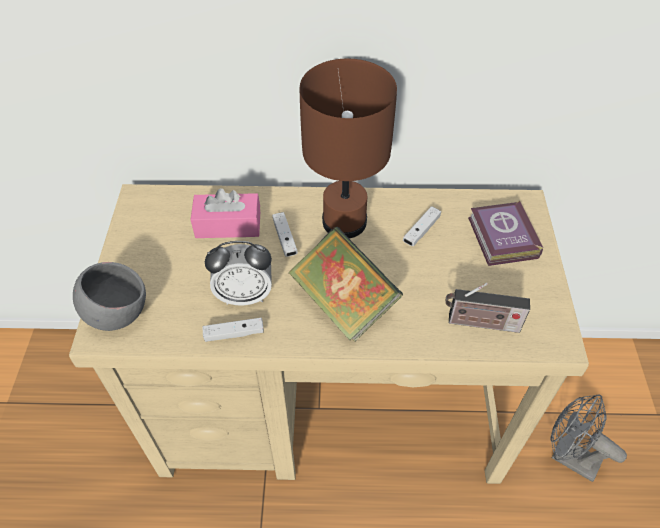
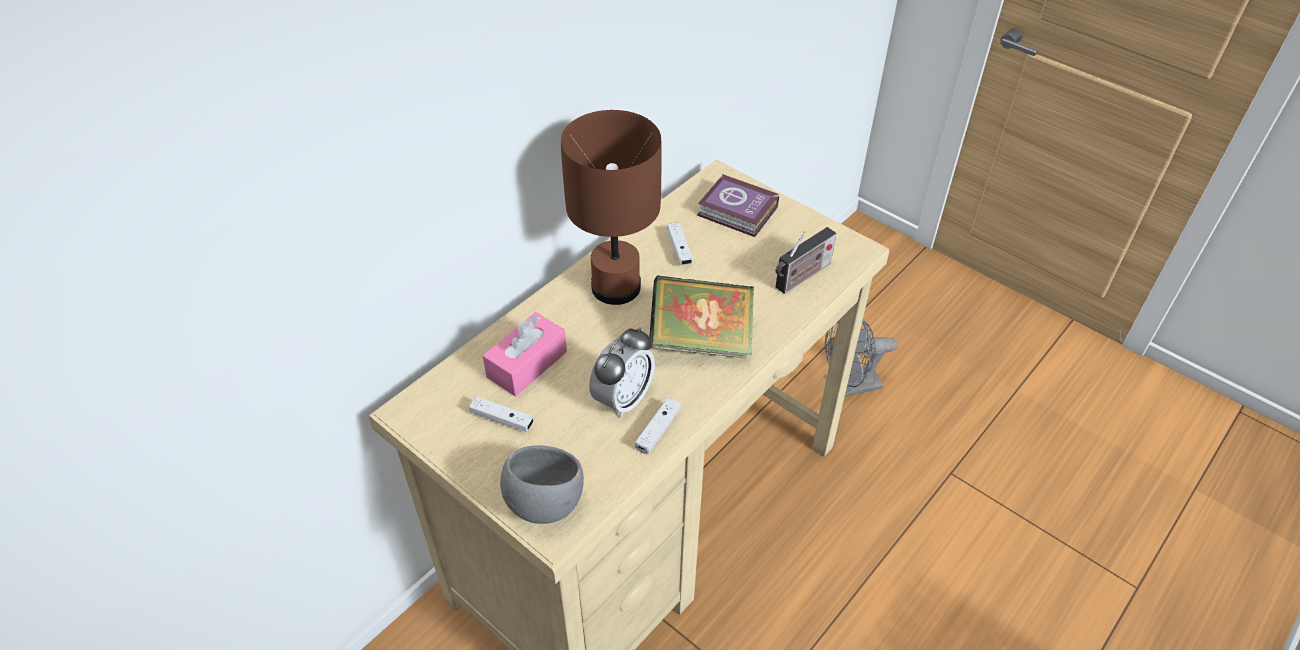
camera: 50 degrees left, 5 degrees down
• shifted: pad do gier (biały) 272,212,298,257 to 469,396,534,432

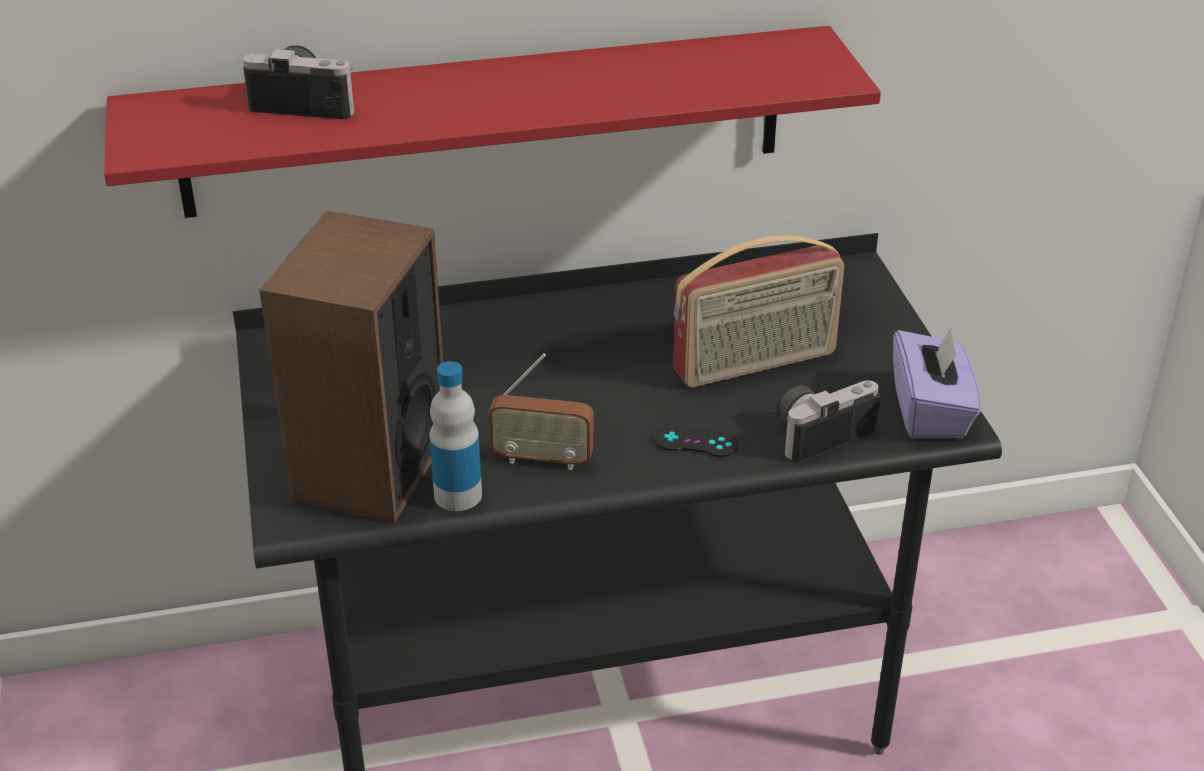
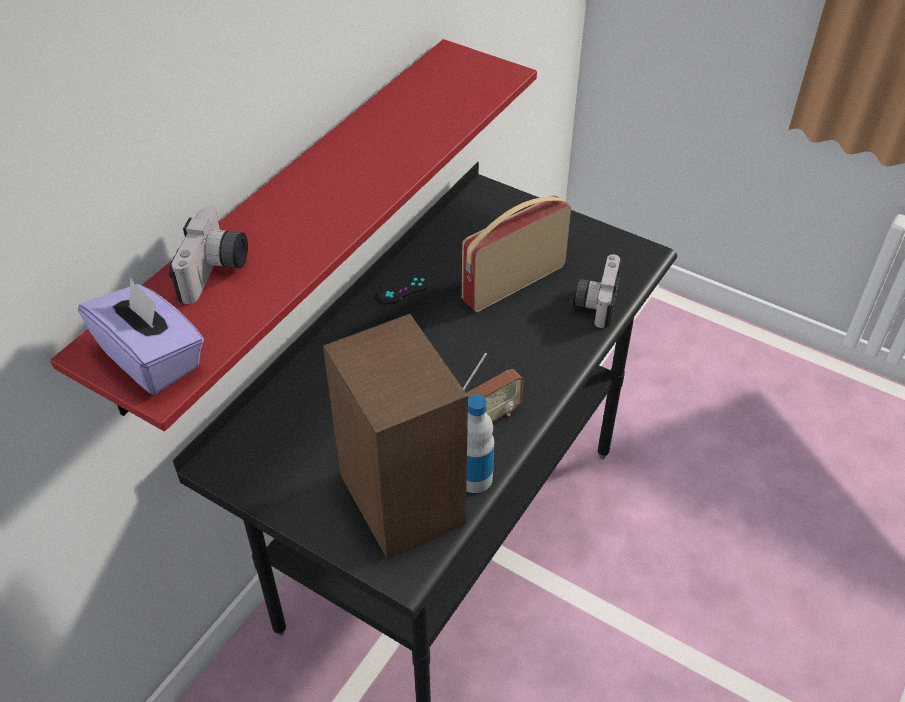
camera: 45 degrees left, 10 degrees up
• rotated: aparat fotograficzny 243,45,354,119 = 169,206,248,304 135 degrees clockwise
• shifted: pad do gier (czarny) 654,426,739,457 to 378,274,430,304
• rotated: radio 673,236,844,388 = 462,195,571,312 150 degrees counterclockwise
• shifted: pudełko chusteczek (fioletowy) 893,327,981,438 to 78,277,204,395

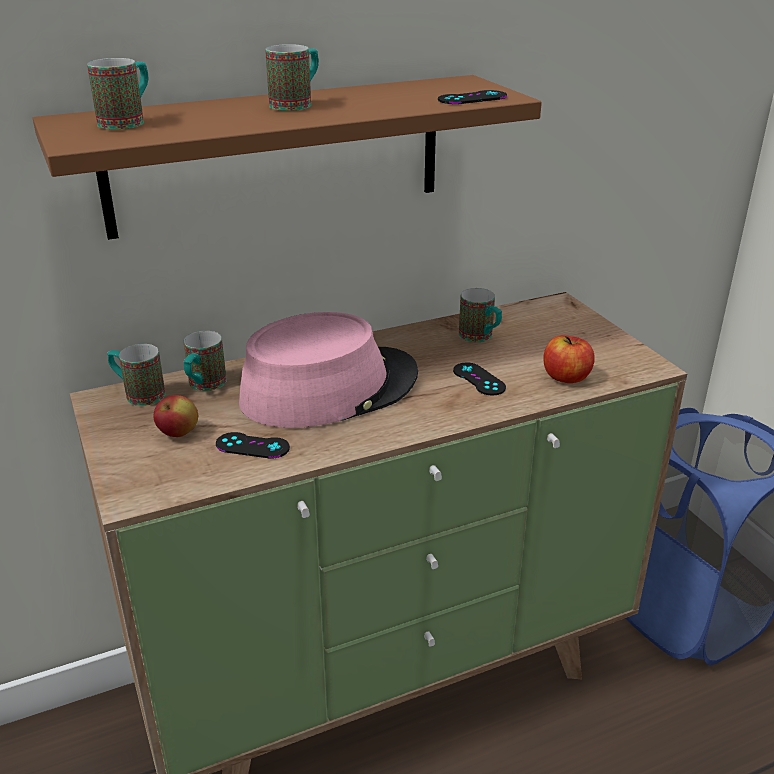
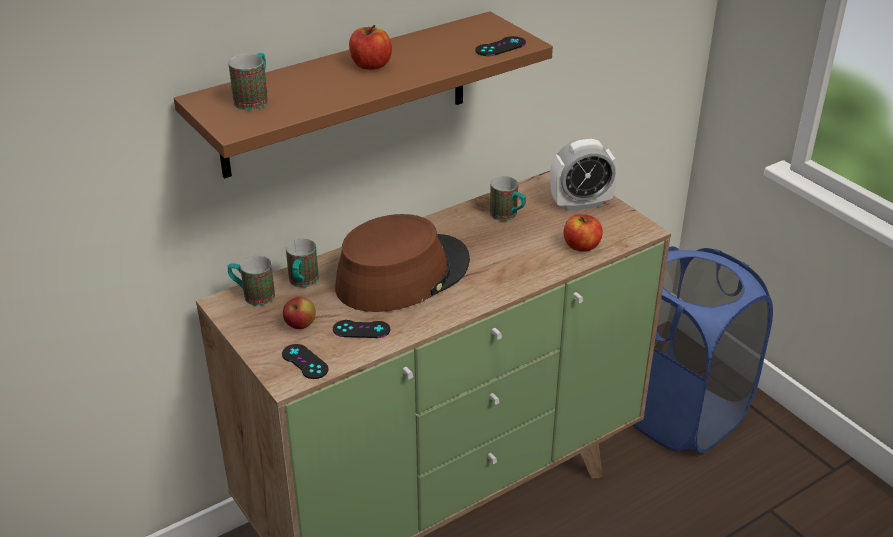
camera: 10 degrees left, 5 degrees up
• repainted: kapelusz (różowy) 239,312,418,428 to kapelusz (brązowy) 335,214,470,312
• swapped: kubek 265,44,319,111 to jabłko 349,25,392,70
• shifted: pad do gier (czarny) 453,362,506,395 to 282,344,329,379
• new: budzik 550,139,618,211

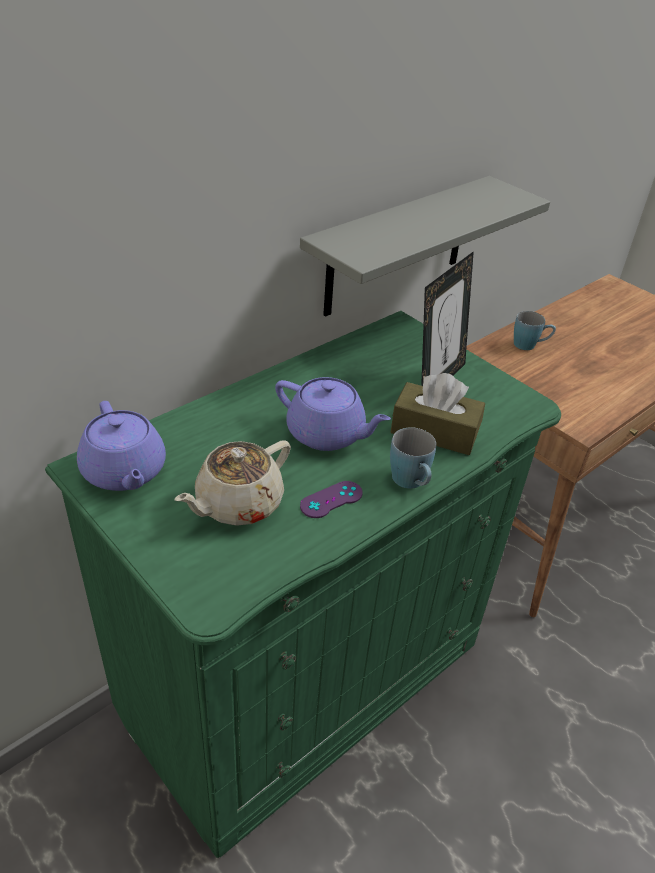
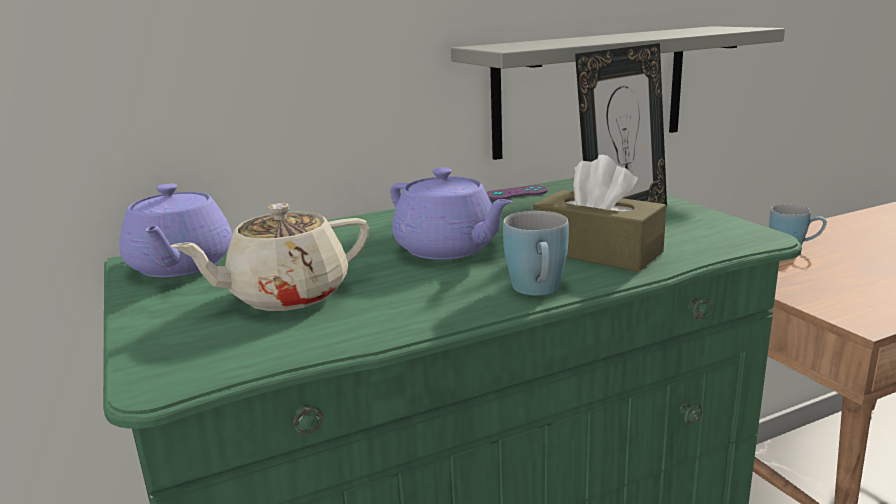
camera: 20 degrees right, 20 degrees down
• shifted: pad do gier (fioletowy) 300,481,363,518 to 486,185,548,200

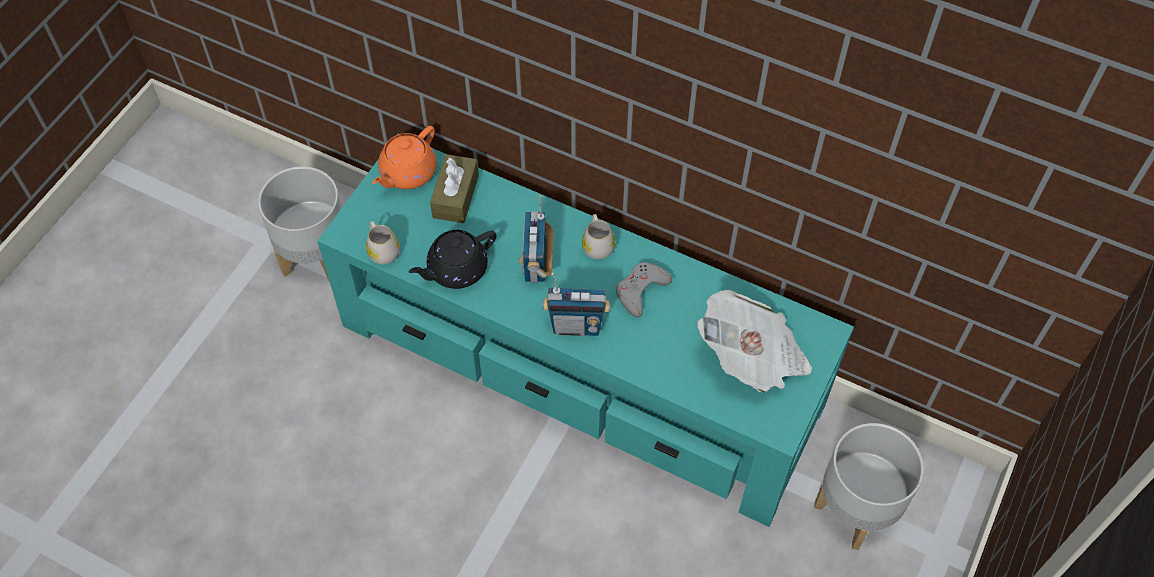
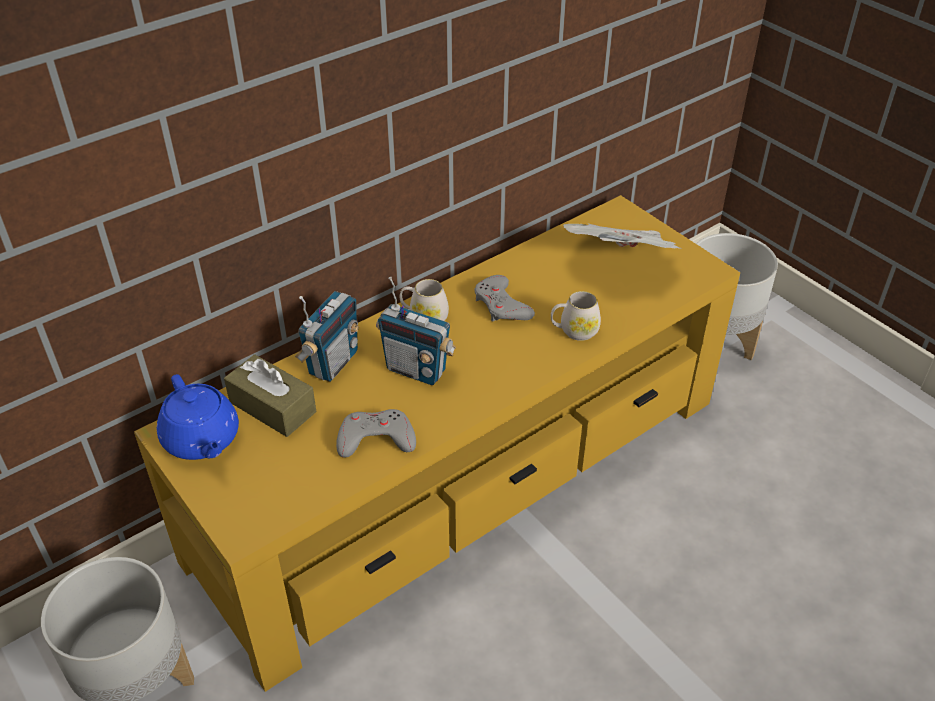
camera: 65 degrees left, 15 degrees down
• repainted: szafka pod telewizor (turkusowy) 317,134,854,527 to szafka pod telewizor (żółty) 134,195,740,692
• shifted: kubek (biały) 366,221,400,264 to 551,291,601,341
• repainted: imbryk (pomarańczowy) 373,126,437,189 to imbryk (niebieski) 157,374,239,460
• swapped: imbryk (czarny) 409,230,496,289 to pad do gier (szary) 336,409,416,457
• shifted: radio 543,273,611,336 to 295,291,359,382

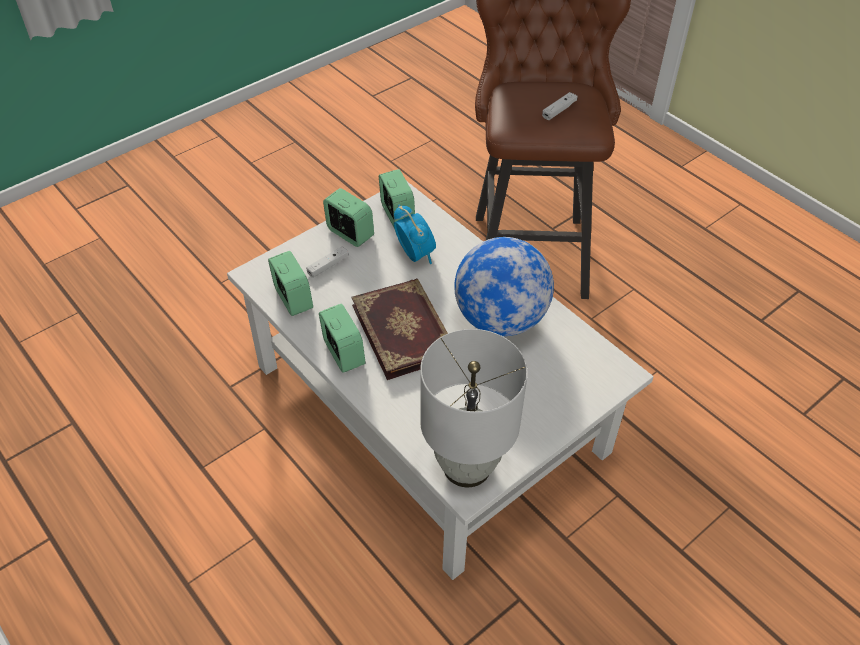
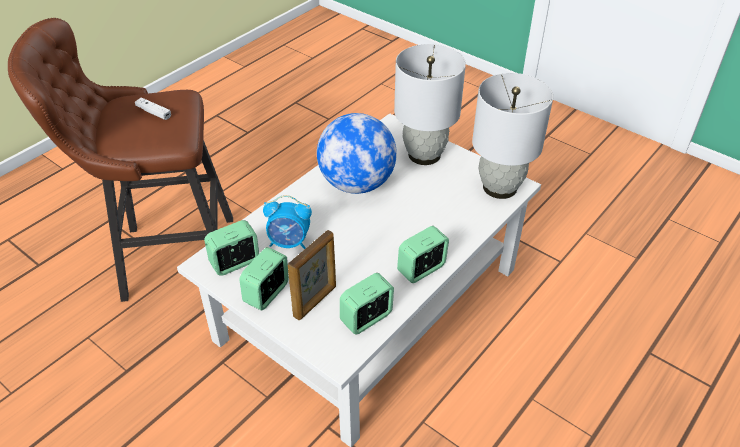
camera: 100 degrees left, 5 degrees down
• swapped: pad do gier (biały) 306,246,349,278 to ramka na zdjęcie 288,230,336,320
• gone: książka 352,279,448,380
• rotated: budzik 394,205,436,264 = 263,195,312,249 135 degrees counterclockwise
• new: lampa stołowa (biały) 394,44,466,165

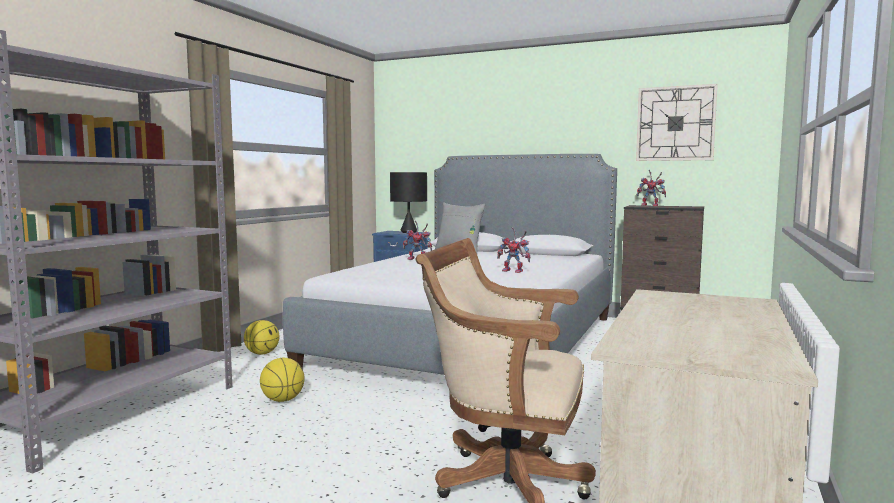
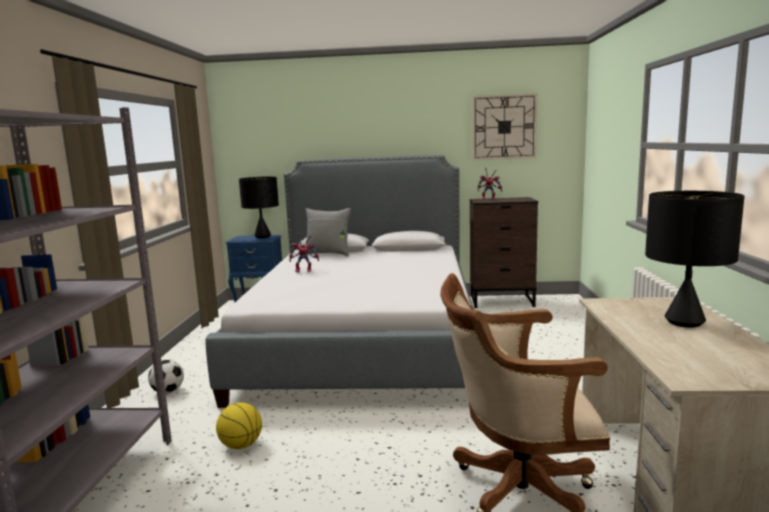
camera: 20 degrees left, 5 degrees up
• swapped: piłka do koszykówki 244,320,280,355 to piłka futbolowa 148,360,184,393
• gone: robot zabawkowy 497,227,530,273
• new: lampa stołowa (czarny) 645,191,744,328

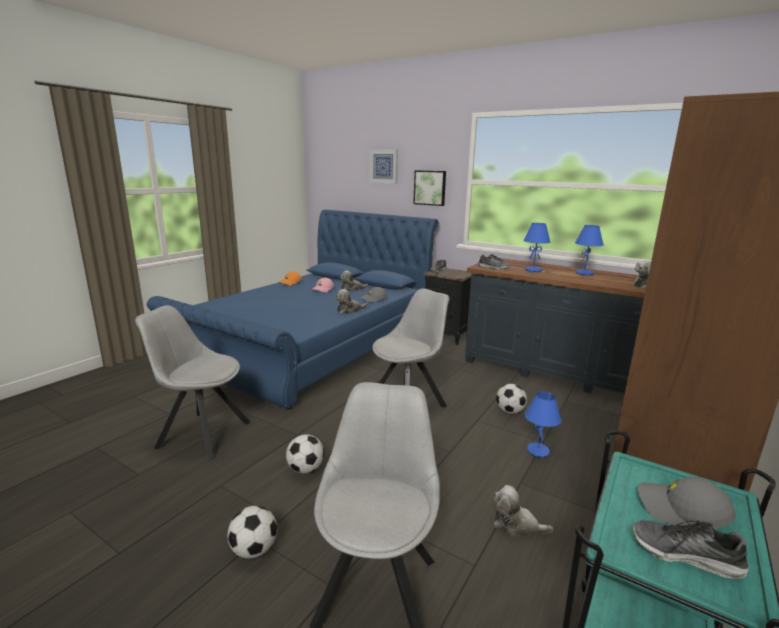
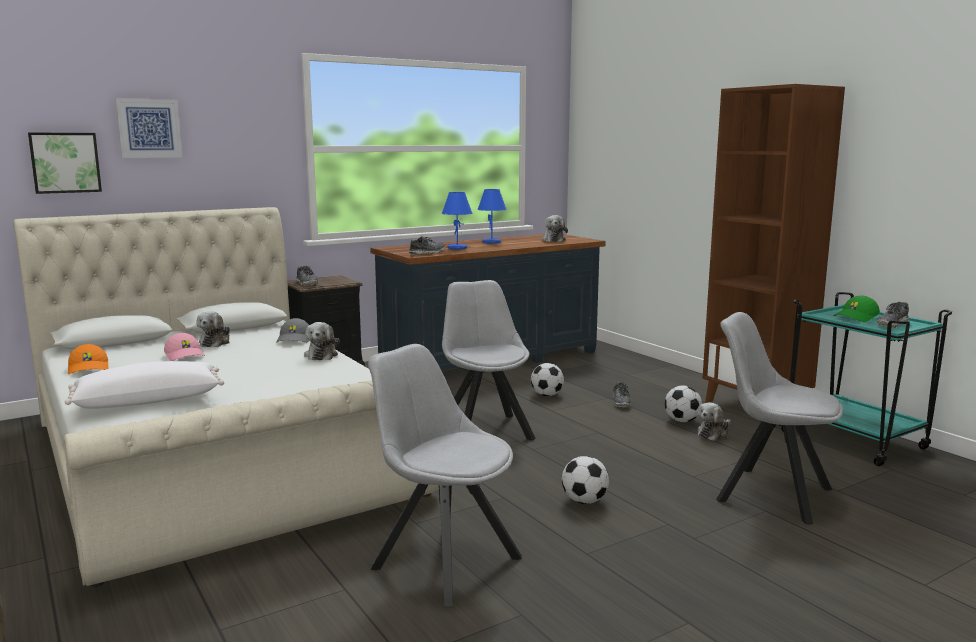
camera: 65 degrees left, 5 degrees down
• rotated: krzesło (szary) 135,305,250,460 = 368,344,522,607 90 degrees clockwise
• repainted: łóżko (niebieski) 147,210,439,409 to łóżko (beżowy) 13,207,447,587
• shifted: piłka futbolowa 228,506,277,559 to 664,385,702,422
• shifted: obraz 413,170,446,206 to 28,133,102,194
• swapped: lampa stołowa (niebieski) 525,391,562,457 to but 613,382,631,407
• repainted: czapka z daszkiem (szary) 638,477,736,529 to czapka z daszkiem (zielony) 834,296,880,322
• new: poduszka (biały) 64,361,224,409

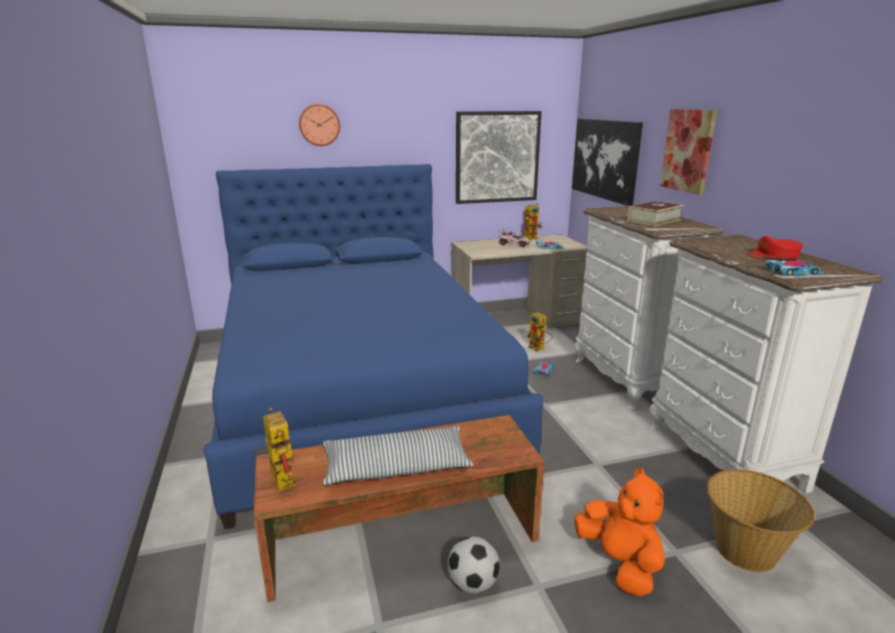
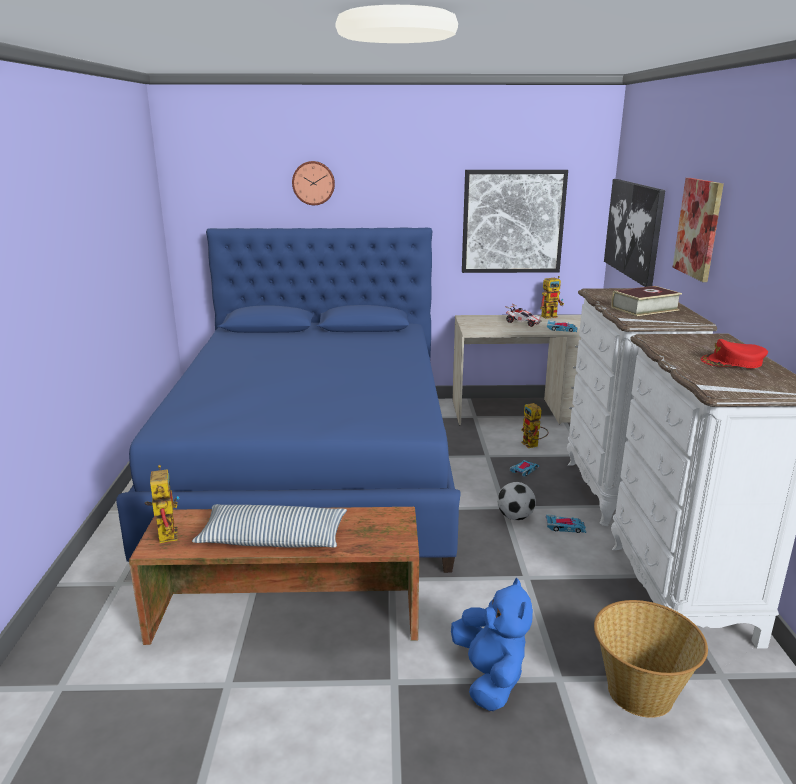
camera: 15 degrees right, 0 degrees up
• shifted: piłka futbolowa 447,536,500,594 to 497,482,536,520
• repainted: pluszak (pomarańczowy) 574,467,665,596 to pluszak (niebieski) 451,578,533,711
• shifted: samochodzik 765,260,824,276 to 546,514,586,533

